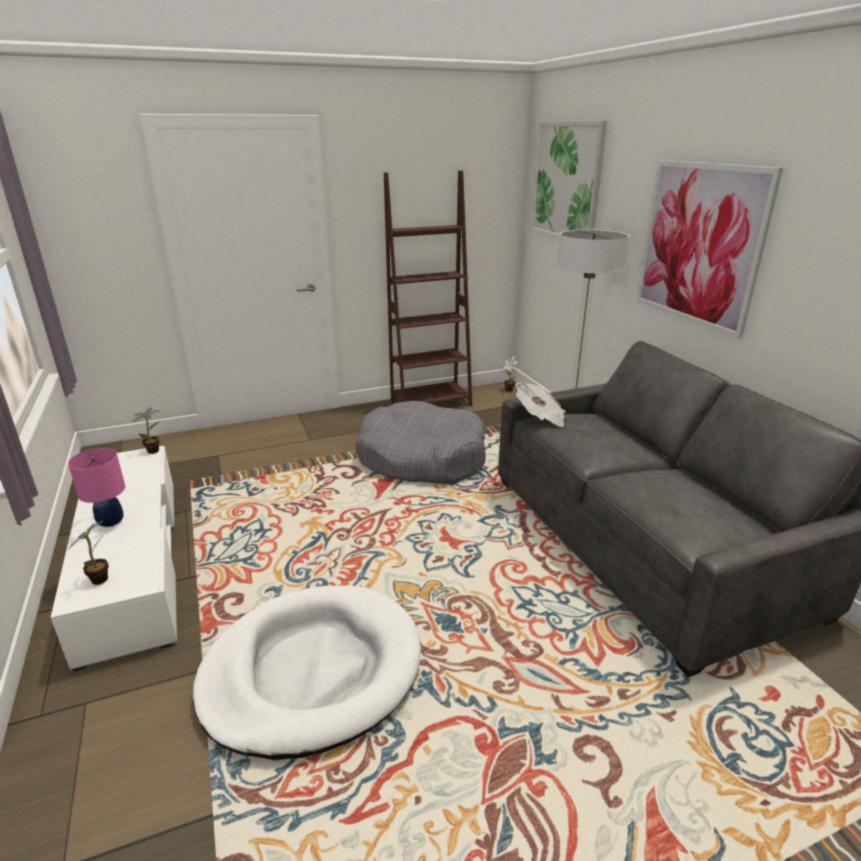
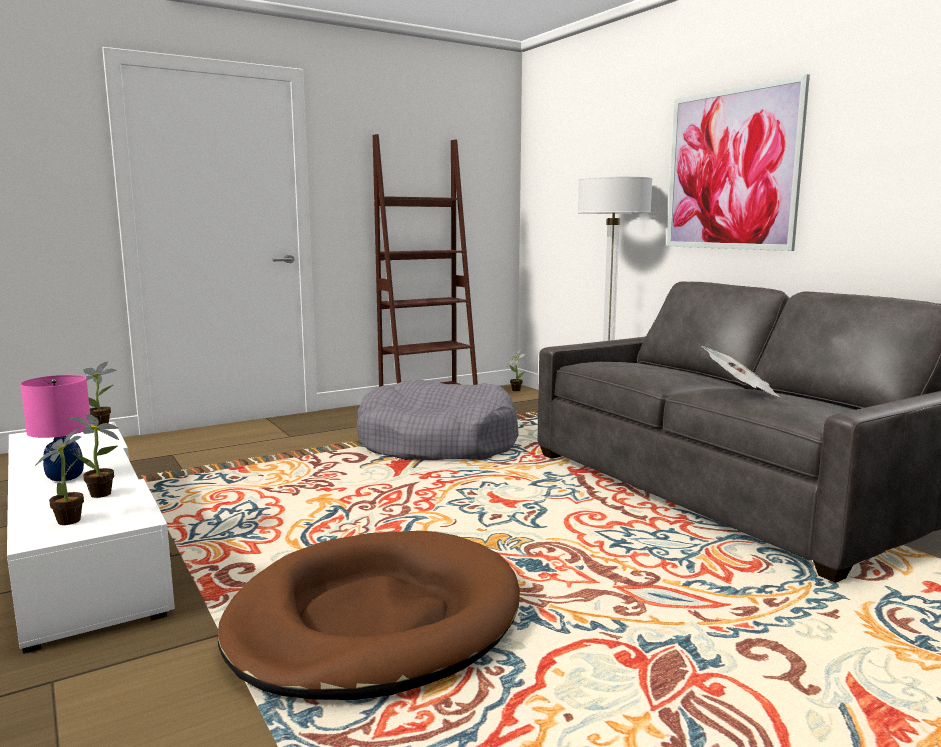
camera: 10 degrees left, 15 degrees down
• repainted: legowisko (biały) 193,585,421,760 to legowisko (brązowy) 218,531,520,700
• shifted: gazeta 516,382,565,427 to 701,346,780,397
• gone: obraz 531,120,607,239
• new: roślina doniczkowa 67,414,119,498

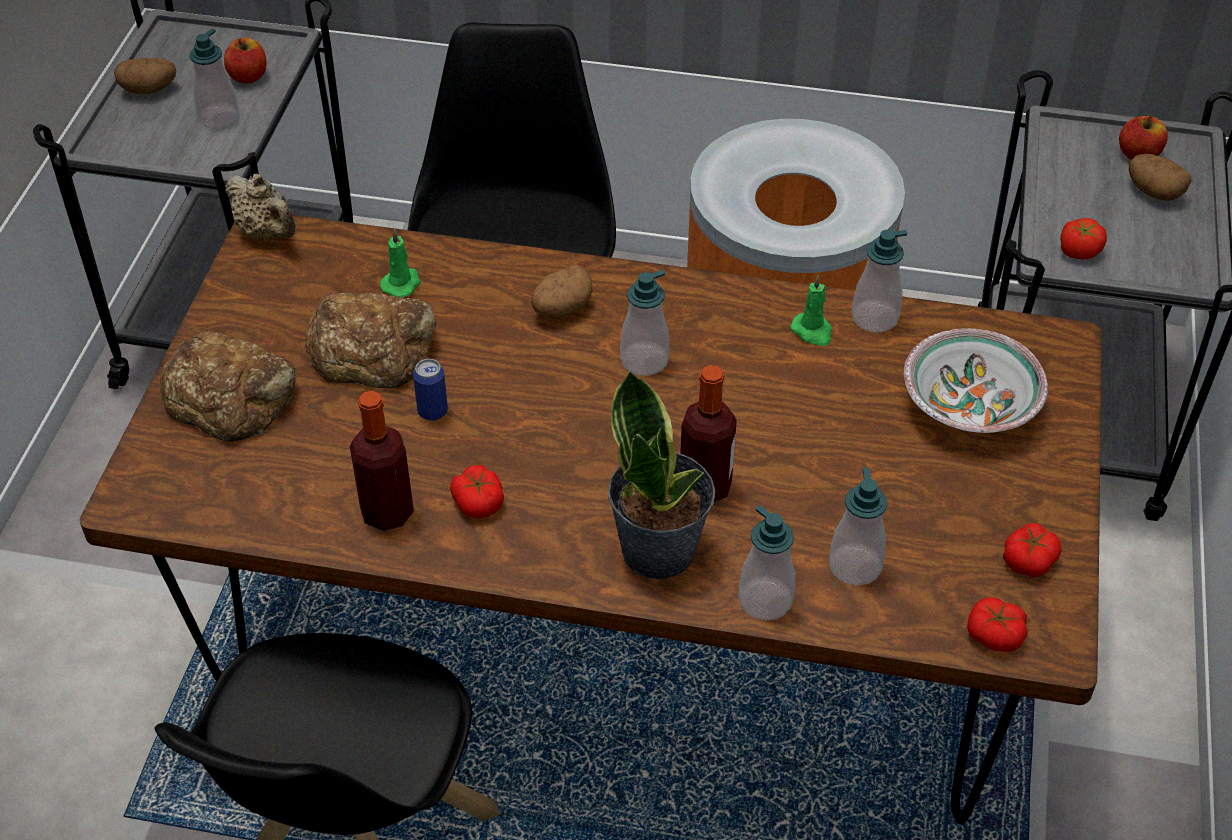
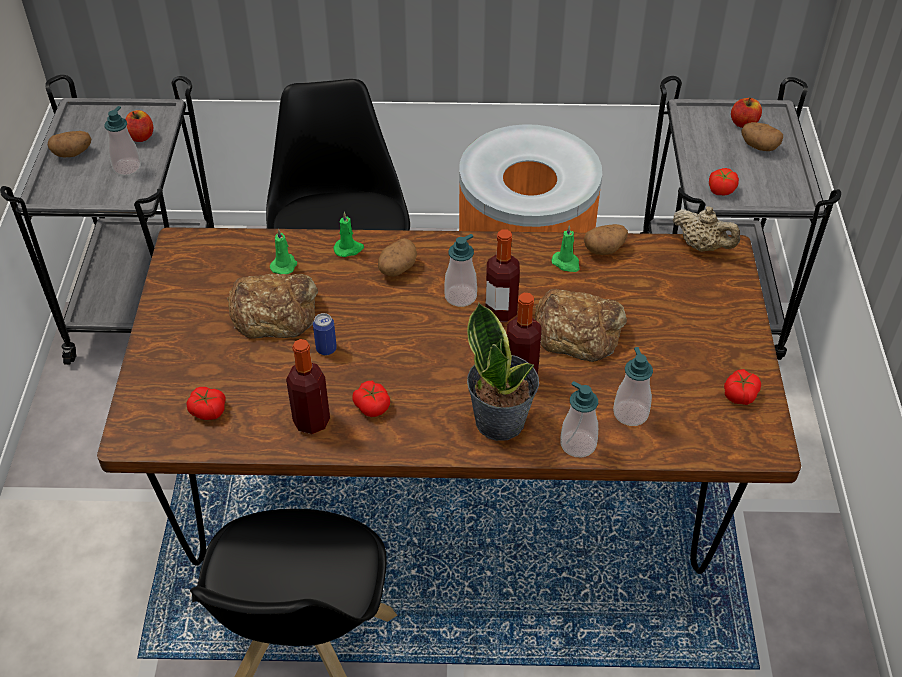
camera: 10 degrees left, 0 degrees up
• shifted: chleb 160,330,296,442 to 535,289,627,362
• shifted: imbryk (beżowy) 225,174,296,239 to 672,206,740,252
• swapped: dozownik mydła 852,230,908,332 to ziemniak 584,224,628,255
• gone: miska 904,328,1048,433
• shifted: pomidor 967,597,1027,652 to 187,387,226,420
• new: świeca (zielony) 333,212,364,257
• new: butelka 485,229,520,322

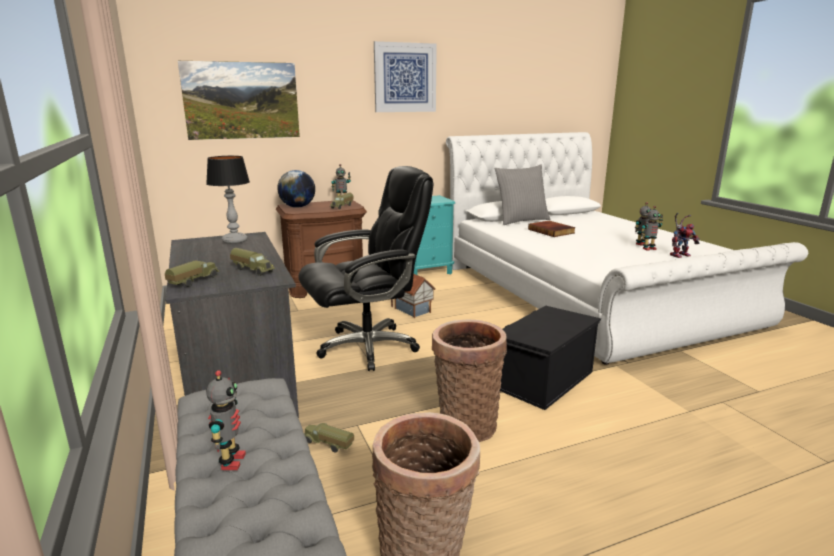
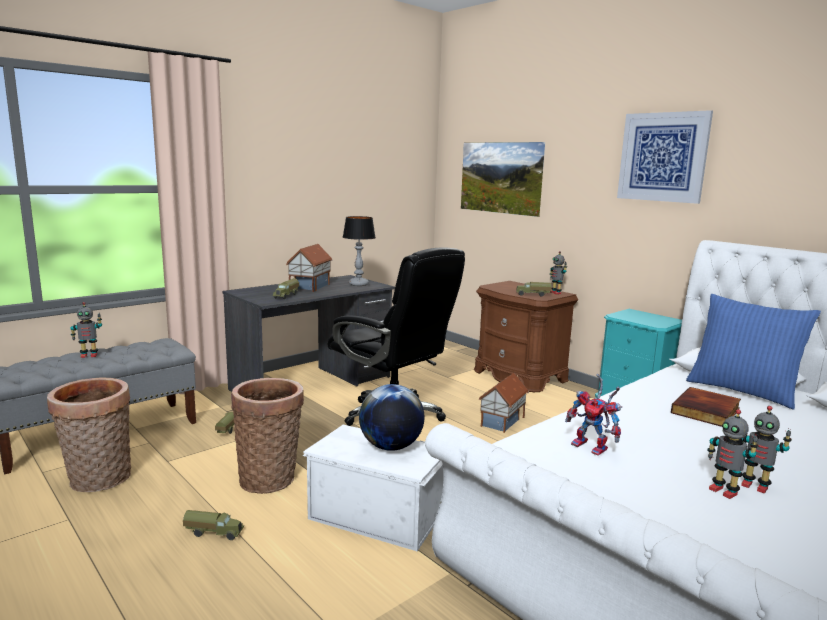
camera: 70 degrees right, 5 degrees down
• shifted: ciężarówka zabawkowa 165,260,219,287 to 183,510,244,540
• shifted: globus 277,170,315,208 to 359,384,424,451
• repainted: poduszka (szary) 495,164,550,225 to poduszka (niebieski) 686,294,821,410
• repainted: pojemnik do przechowywania (czarny) 500,306,601,410 to pojemnik do przechowywania (biały) 303,425,444,551
• shifted: robot zabawkowy 670,213,700,258 to 565,374,622,456
• new: domek 286,244,333,292

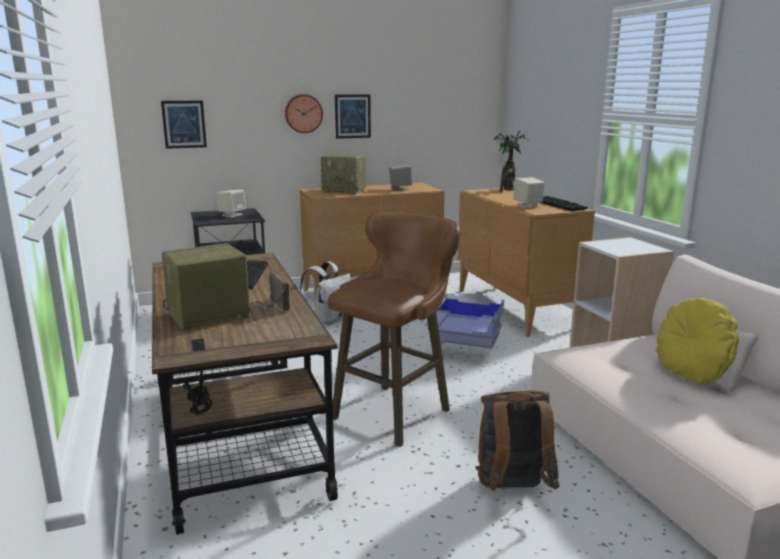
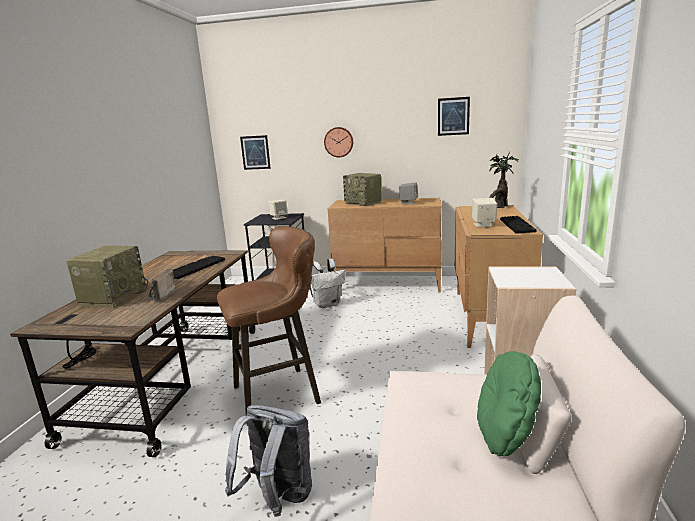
camera: 30 degrees right, 0 degrees up
• rotated: radio 162,243,250,330 = 66,246,148,308 105 degrees clockwise
• shifted: obraz 335,94,371,139 to 438,97,470,136
• gone: pojemnik do przechowywania (niebieski) 425,293,504,348
• repainted: plecak (brązowy) 475,390,560,491 to plecak (szary) 225,405,312,517
• repainted: poduszka (żółty) 656,298,739,385 to poduszka (zielony) 477,351,541,456

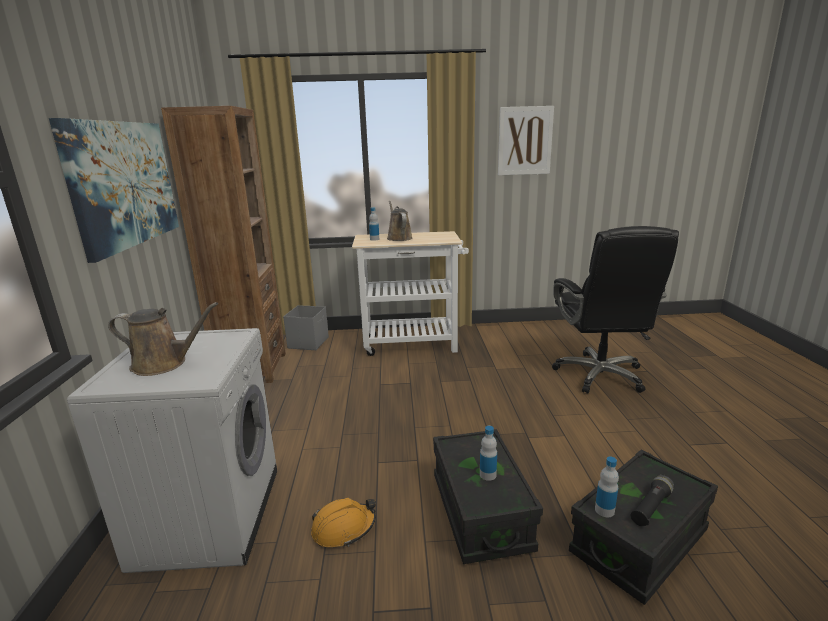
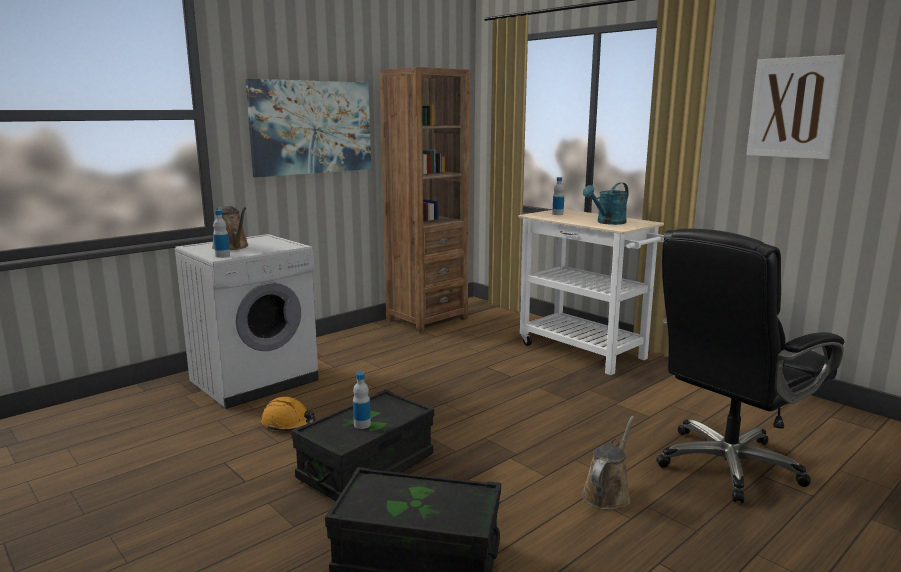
camera: 50 degrees right, 5 degrees down
• gone: pojemnik do przechowywania (szary) 283,305,329,350
• shifted: konewka (brązowy) 387,201,413,241 to 581,416,634,510
• shifted: butelka 595,457,619,517 to 213,210,230,258
• gone: latarka (czarny) 631,475,674,527
• new: konewka (turkusowy) 583,182,629,225

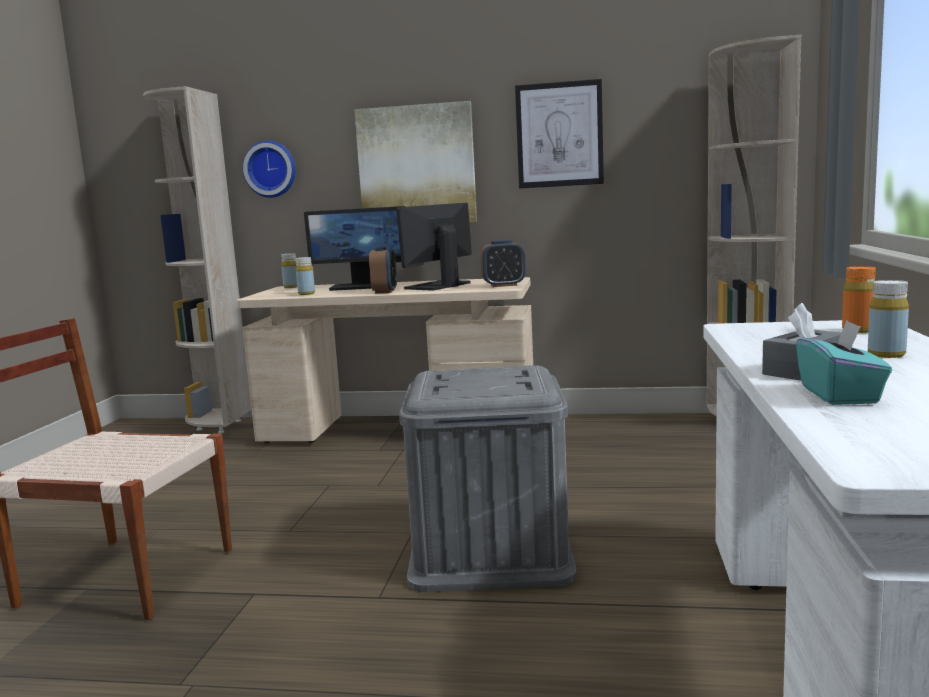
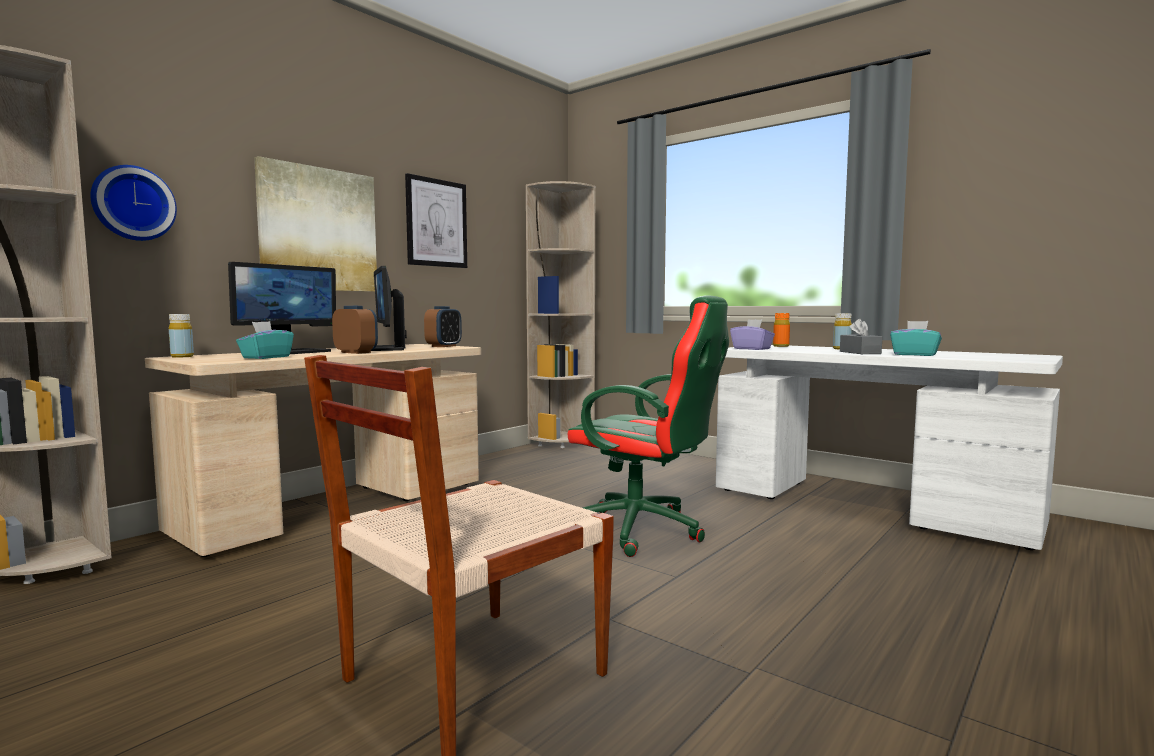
camera: 60 degrees left, 5 degrees down
• swapped: butelka (żółty) 296,257,315,295 to pudełko chusteczek (turkusowy) 236,321,294,359
• swapped: pojemnik do przechowywania (szary) 399,365,577,592 to krzesło biurowe (zielony) 568,295,729,557
• new: pudełko chusteczek (fioletowy) 730,319,775,350

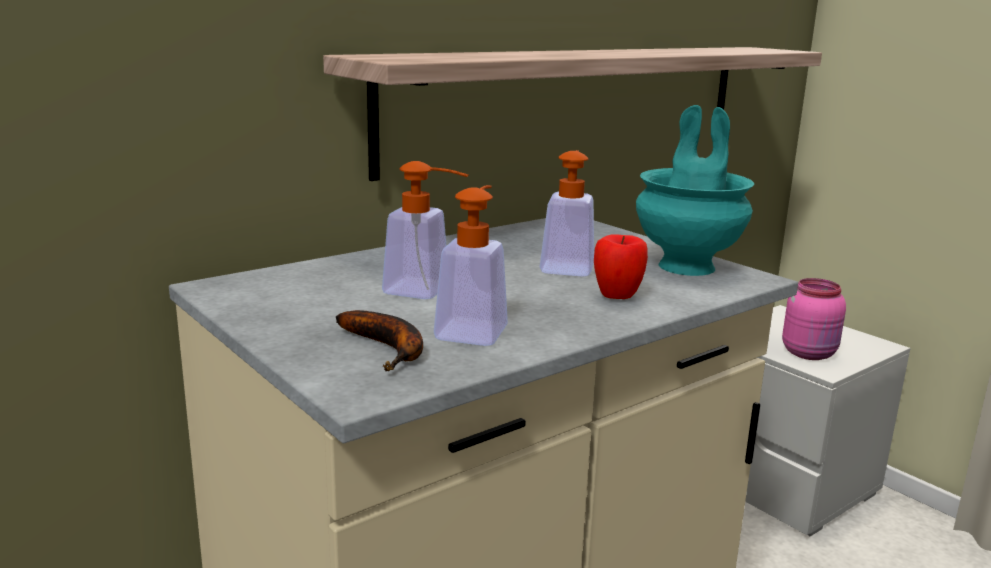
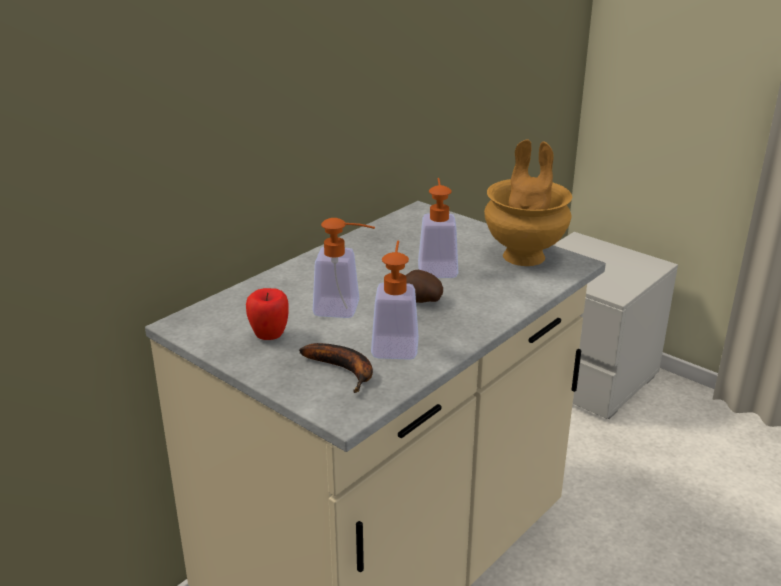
camera: 10 degrees left, 10 degrees up
• gone: półka 323,47,822,181
• shifted: jabłko 594,235,648,299 to 246,288,289,340
• repainted: wazon (turkusowy) 636,105,754,276 to wazon (brązowy) 484,139,572,266
• gone: słoik (różowy) 782,278,846,360
• new: ziemniak 406,270,443,303

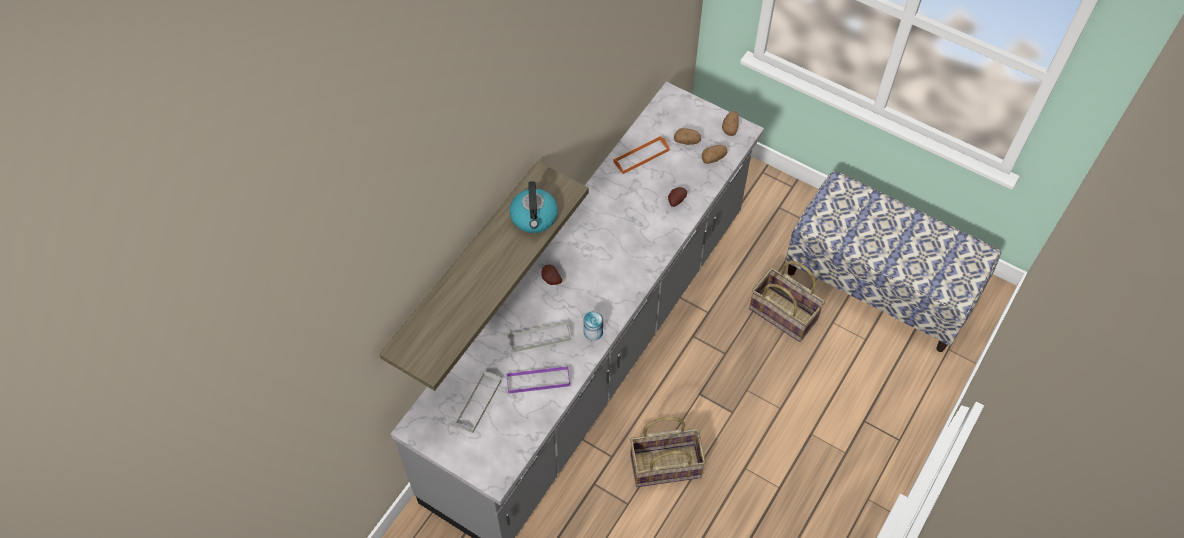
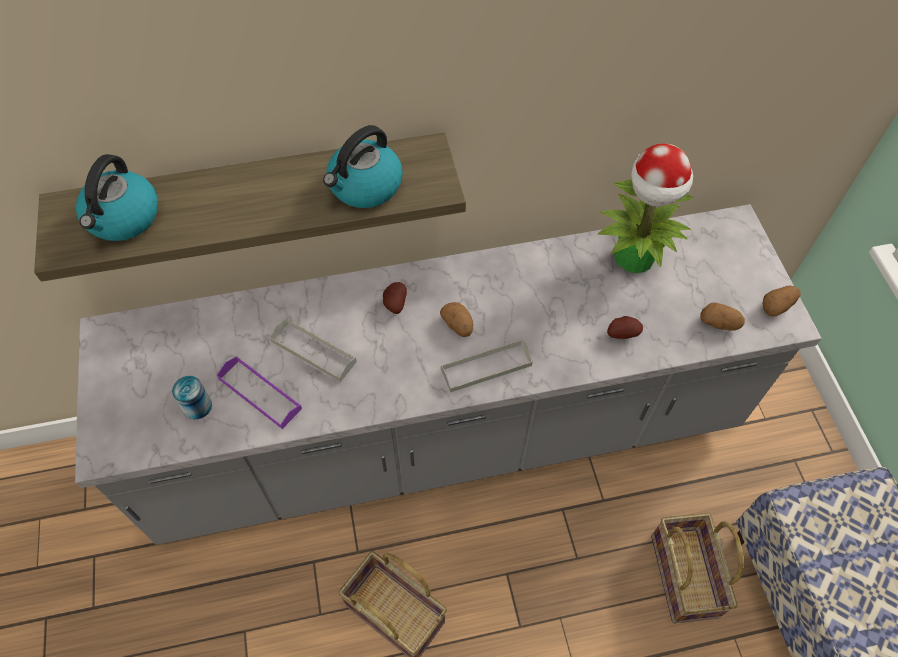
camera: 45 degrees right, 0 degrees up
• shifted: taca (szary) 455,371,501,433 to 441,340,533,393
• shifted: puszka 584,311,603,341 to 172,376,212,419
• swapped: taca (pomarańczowy) 614,136,670,174 to roślina doniczkowa 597,143,694,273
• shifted: ziemniak 674,128,701,145 to 440,302,473,337
• new: czajnik 76,154,158,241

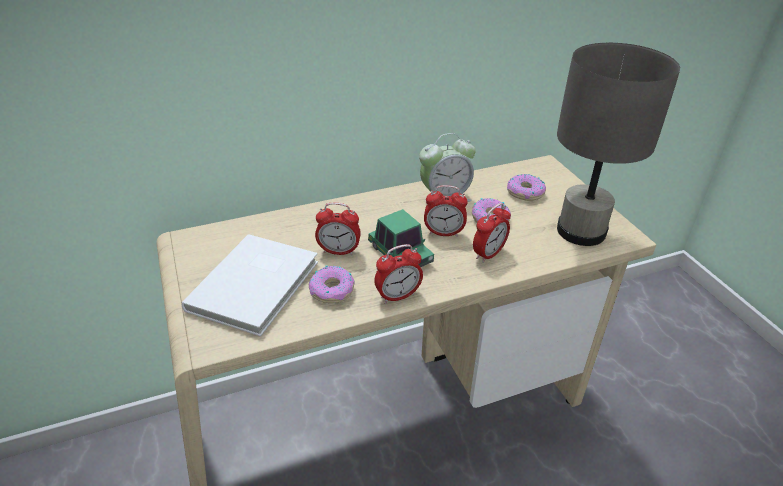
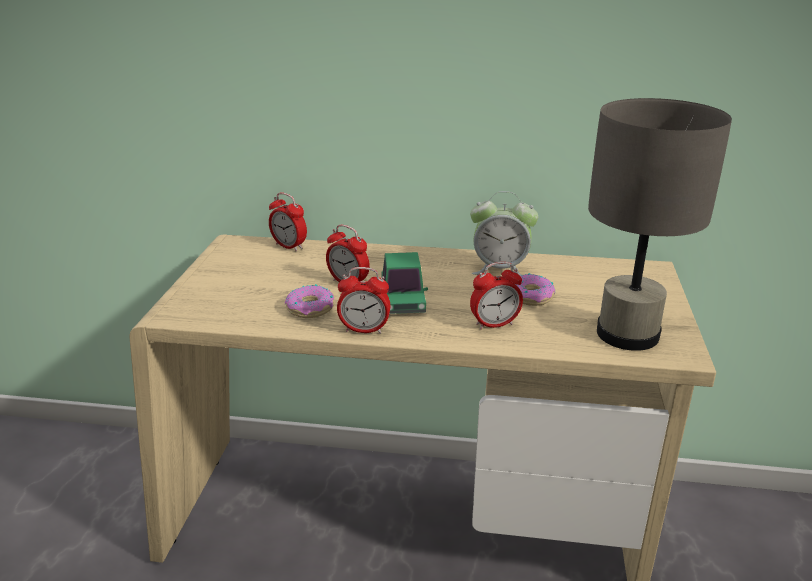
camera: 30 degrees right, 10 degrees down
• gone: książka (biały) 182,234,318,337
• shifted: budzik 424,185,468,237 to 269,192,307,252
• gone: donut 507,174,546,201

